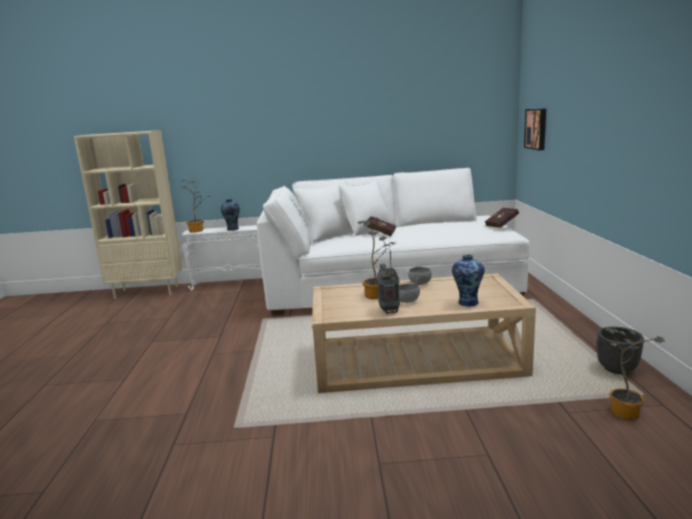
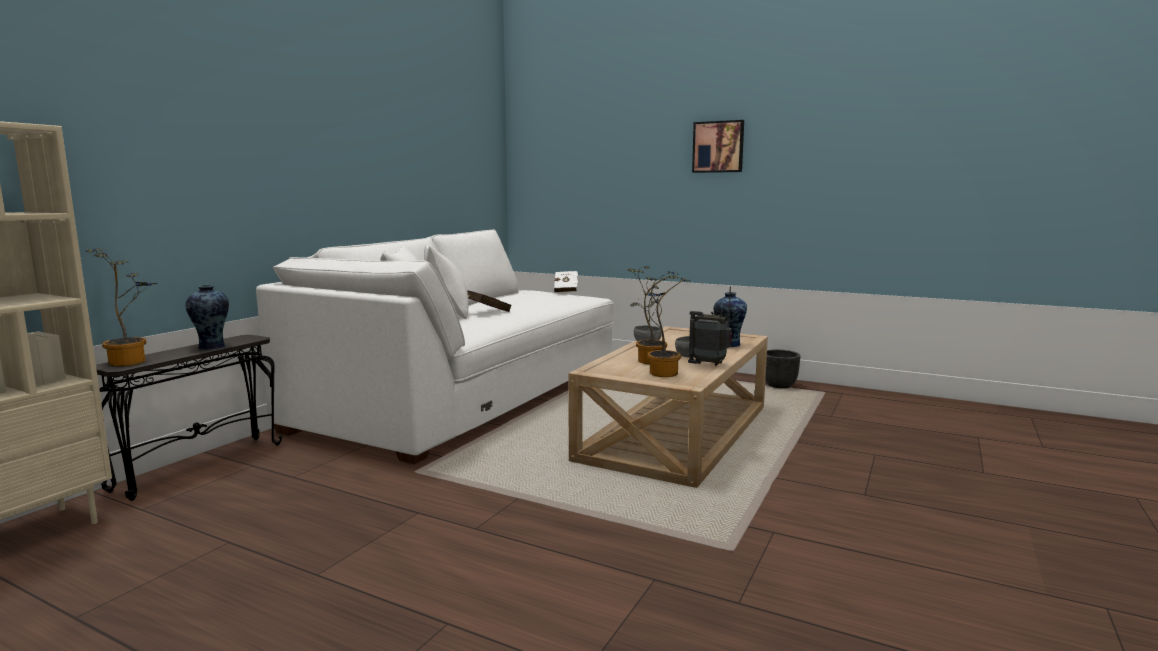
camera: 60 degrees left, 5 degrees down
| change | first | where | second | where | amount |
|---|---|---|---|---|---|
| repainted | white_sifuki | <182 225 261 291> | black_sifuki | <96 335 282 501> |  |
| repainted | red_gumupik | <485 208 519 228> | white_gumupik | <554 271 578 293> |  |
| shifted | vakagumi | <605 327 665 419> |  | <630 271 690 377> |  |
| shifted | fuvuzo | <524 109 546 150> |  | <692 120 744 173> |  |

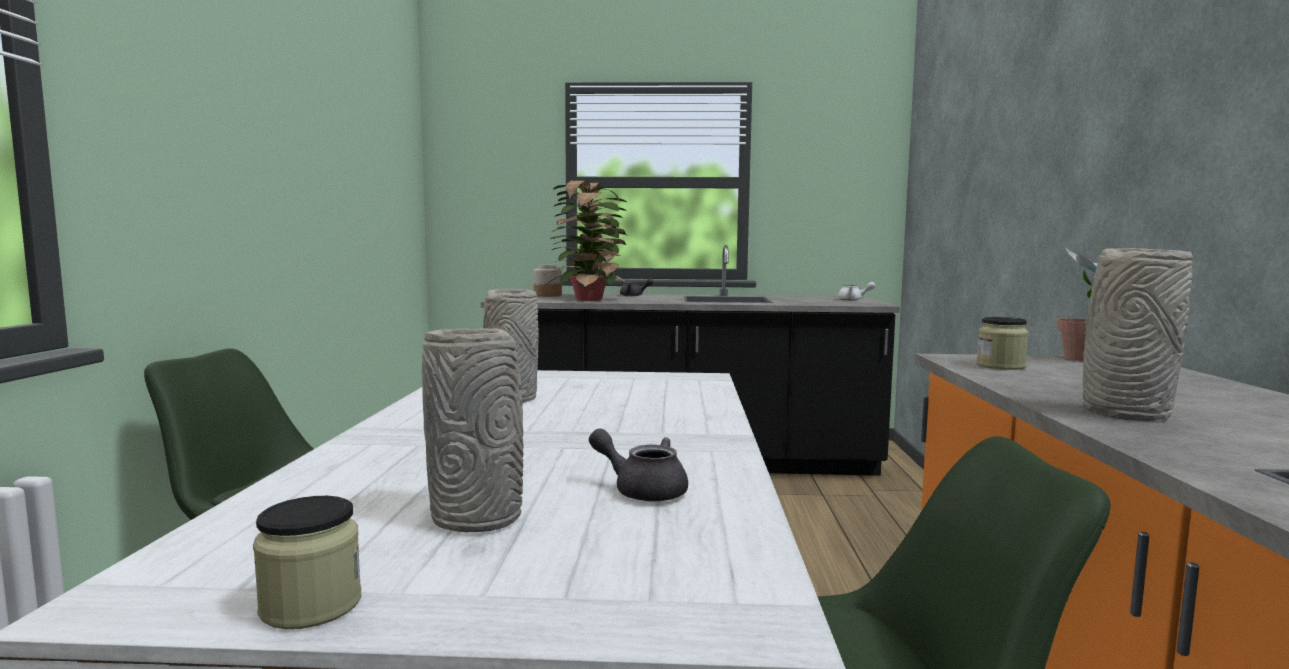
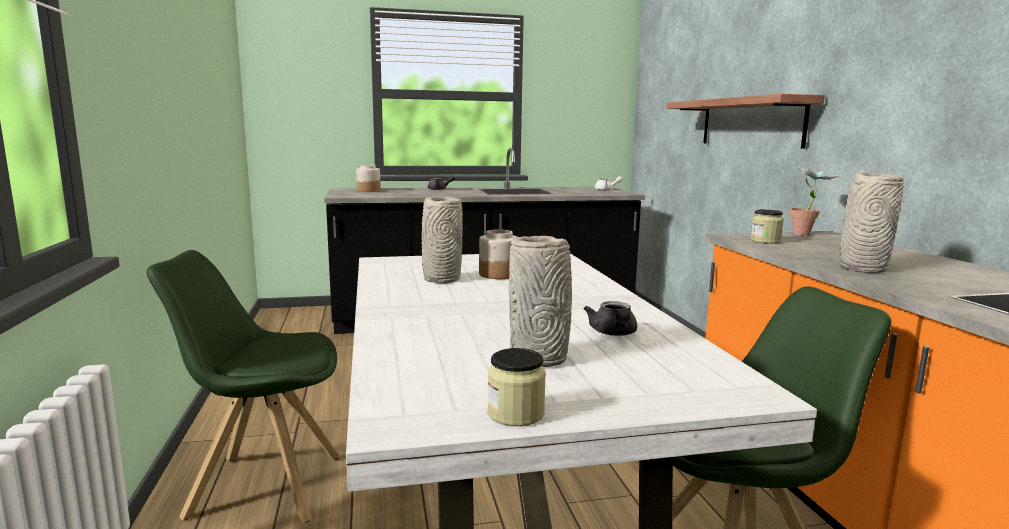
camera: 15 degrees left, 5 degrees up
| change | first | where | second | where | amount |
|---|---|---|---|---|---|
| new |  |  | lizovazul | <479 230 518 279> |  |
| rotated | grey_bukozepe | <589 428 688 502> |  | <584 301 637 336> | 105 degrees counterclockwise |
| new |  |  | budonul | <666 94 825 149> |  |
| gone | vakagumi | <546 181 629 301> |  |  |  |

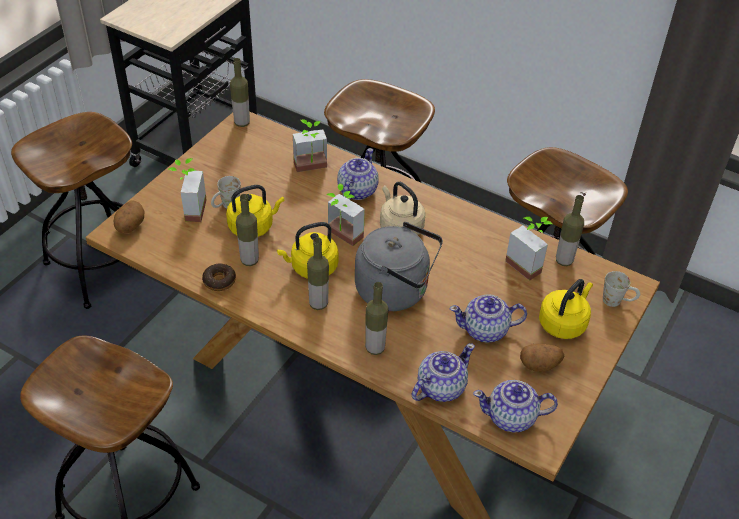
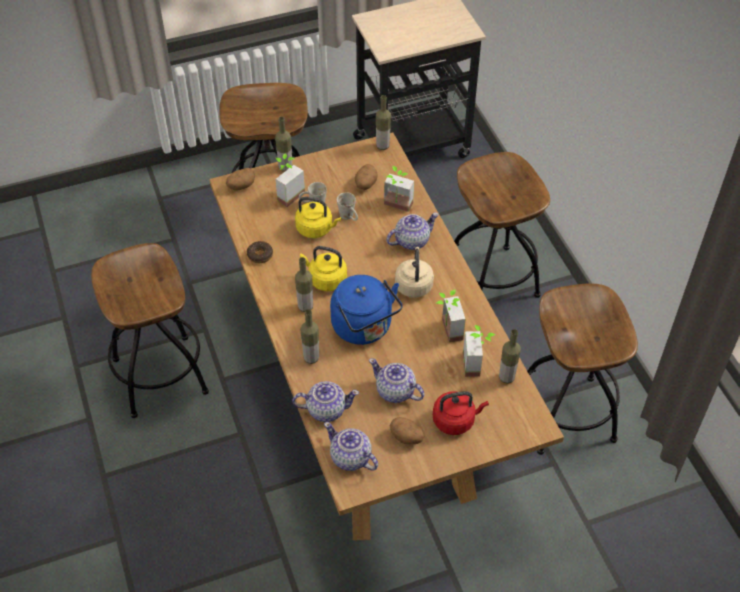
camera: 40 degrees right, 5 degrees up
| change | first | where | second | where | amount |
|---|---|---|---|---|---|
| shifted | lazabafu | <236 194 259 266> |  | <275 117 292 172> |  |
| repainted | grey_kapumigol | <355 222 443 311> | blue_kapumigol | <330 275 403 345> |  |
| shifted | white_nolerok | <603 271 640 307> |  | <337 192 358 221> |  |
| new |  |  | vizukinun | <355 164 377 190> |  |
| repainted | yellow_kapumigol | <539 279 593 339> | red_kapumigol | <433 391 489 435> |  |
| shifted | vakagumi | <326 183 365 246> |  | <436 290 465 342> |  |

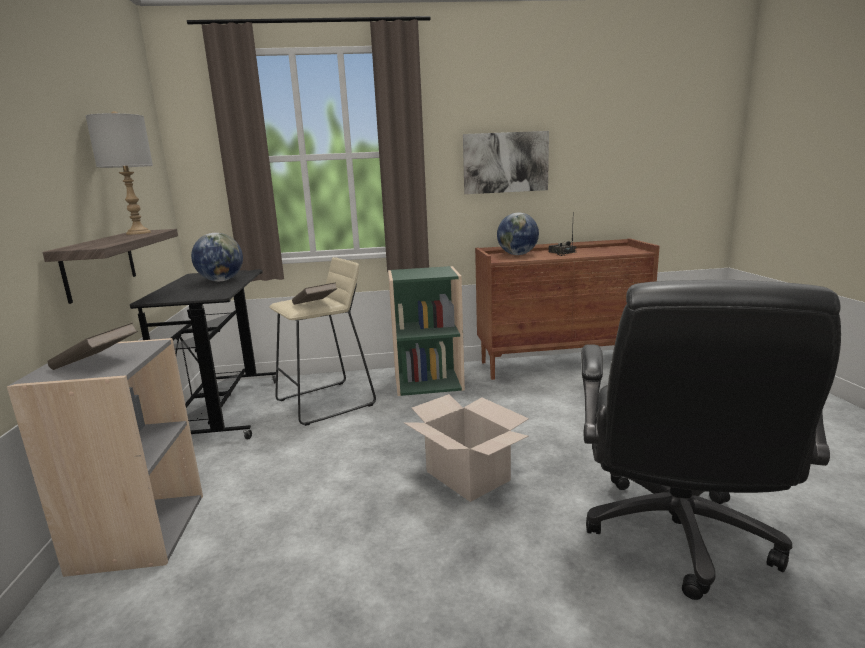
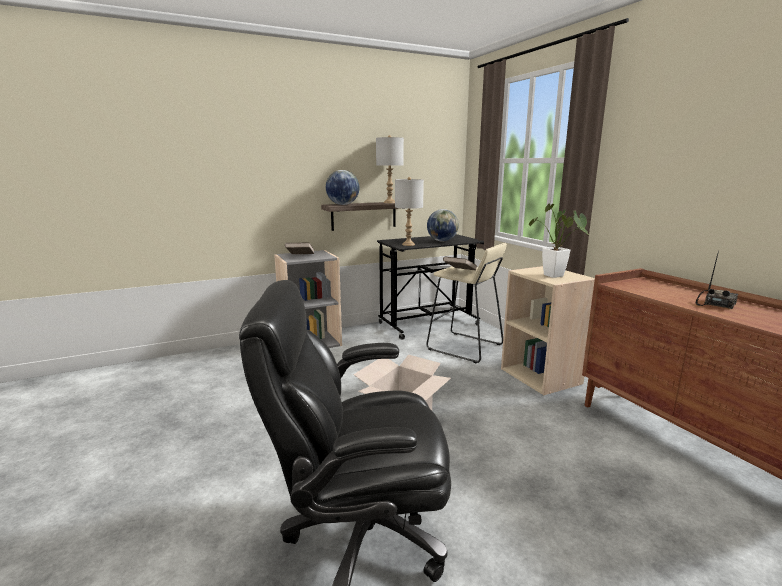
camera: 70 degrees right, 0 degrees up
| change | first | where | second | where | amount |
|---|---|---|---|---|---|
| shifted | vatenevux | <497 213 539 255> |  | <326 170 359 205> |  |
| new |  |  | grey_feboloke | <395 177 424 246> |  |
| repainted | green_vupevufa | <388 266 465 396> | beige_vupevufa | <501 266 595 395> |  |
| new |  |  | vakagumi | <529 204 589 278> |  |
| gone | fuvuzo | <463 131 549 194> |  |  |  |

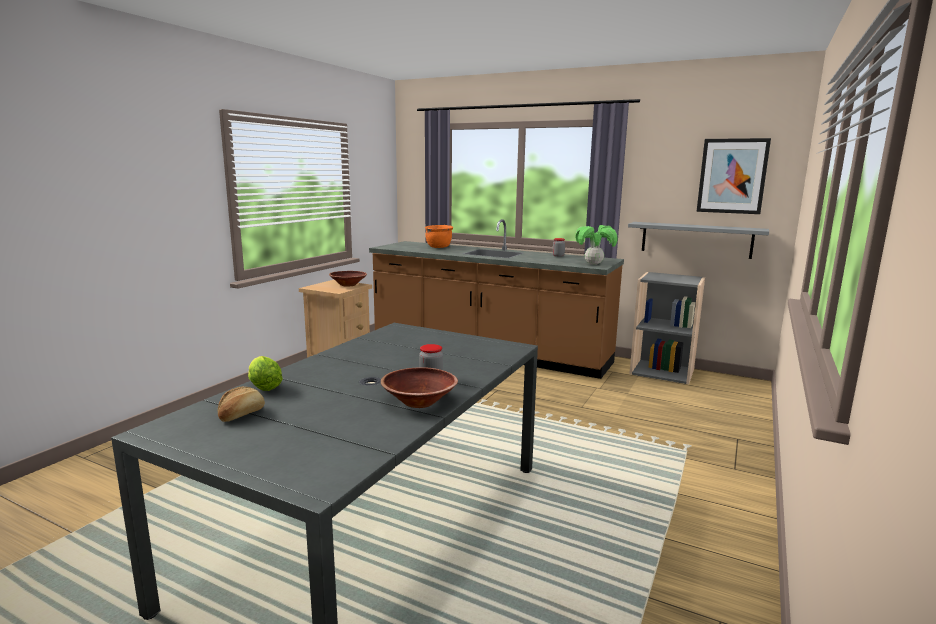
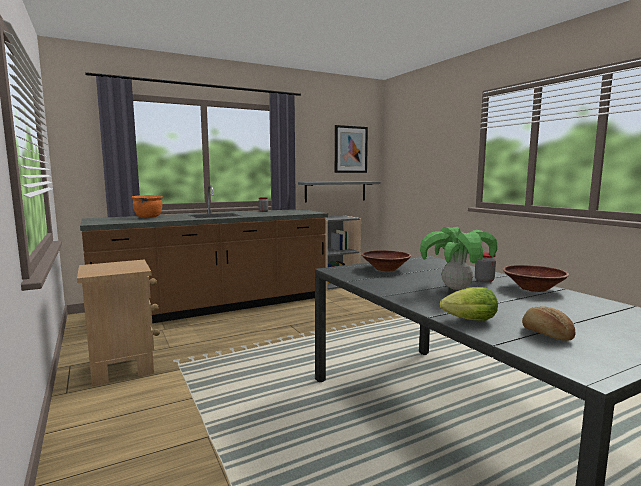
camera: 55 degrees left, 5 degrees down
| change | first | where | second | where | amount |
|---|---|---|---|---|---|
| shifted | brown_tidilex | <329 271 367 287> |  | <361 250 411 271> |  |
| shifted | vakagumi | <575 225 617 265> |  | <420 227 497 290> |  |

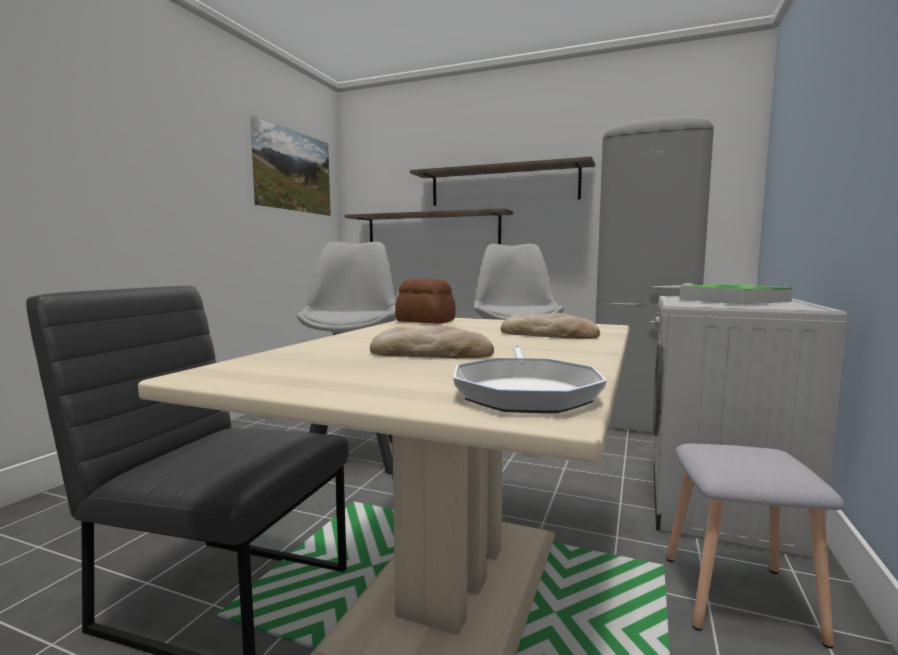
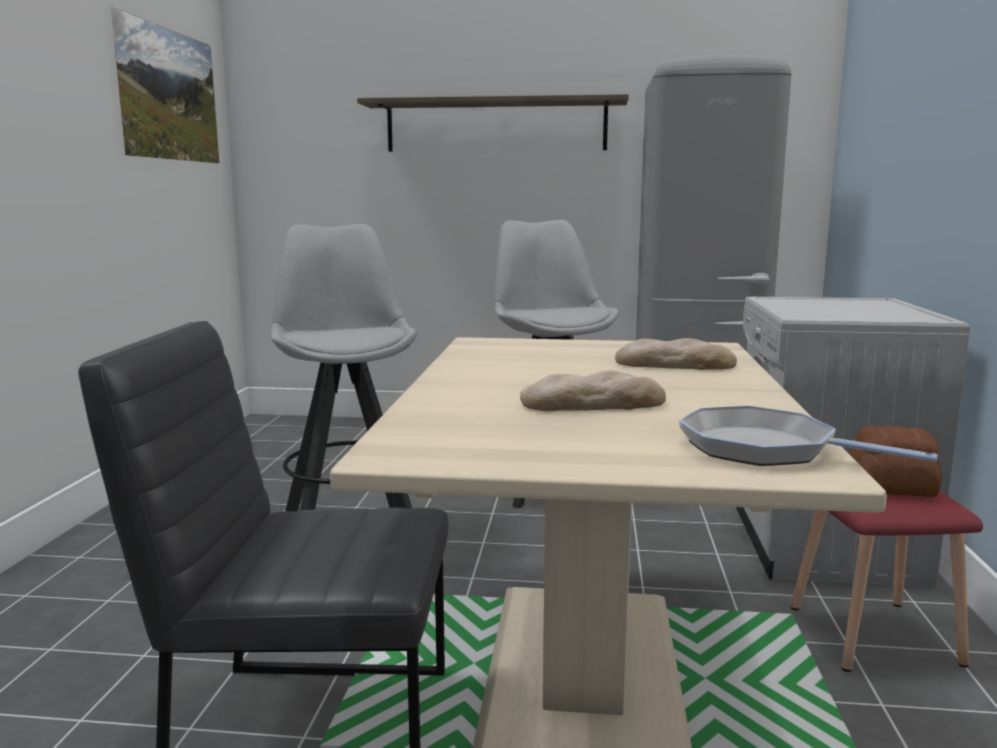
camera: 15 degrees left, 5 degrees up
| change | first | where | second | where | amount |
|---|---|---|---|---|---|
| rotated | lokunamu | <453 346 607 413> |  | <678 406 938 466> | 135 degrees clockwise |
| repainted | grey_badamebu | <666 444 844 649> | red_badamebu | <791 491 983 672> |  |
| shifted | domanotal | <395 279 456 324> |  | <849 426 942 497> |  |
| gone | budonul | <345 208 513 244> |  |  |  |
| gone | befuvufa | <680 285 793 304> |  |  |  |

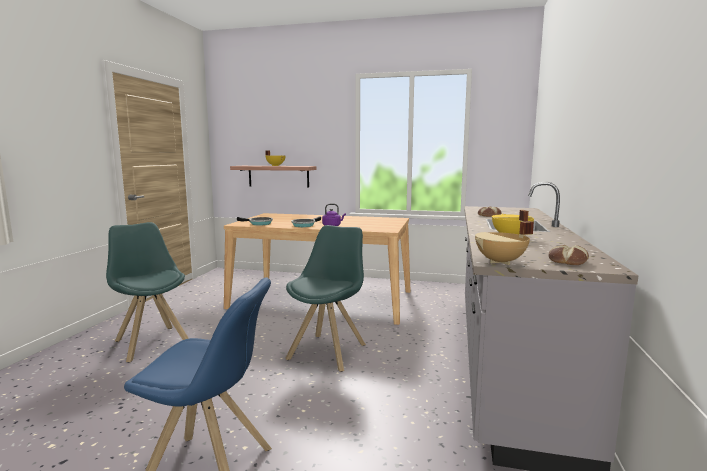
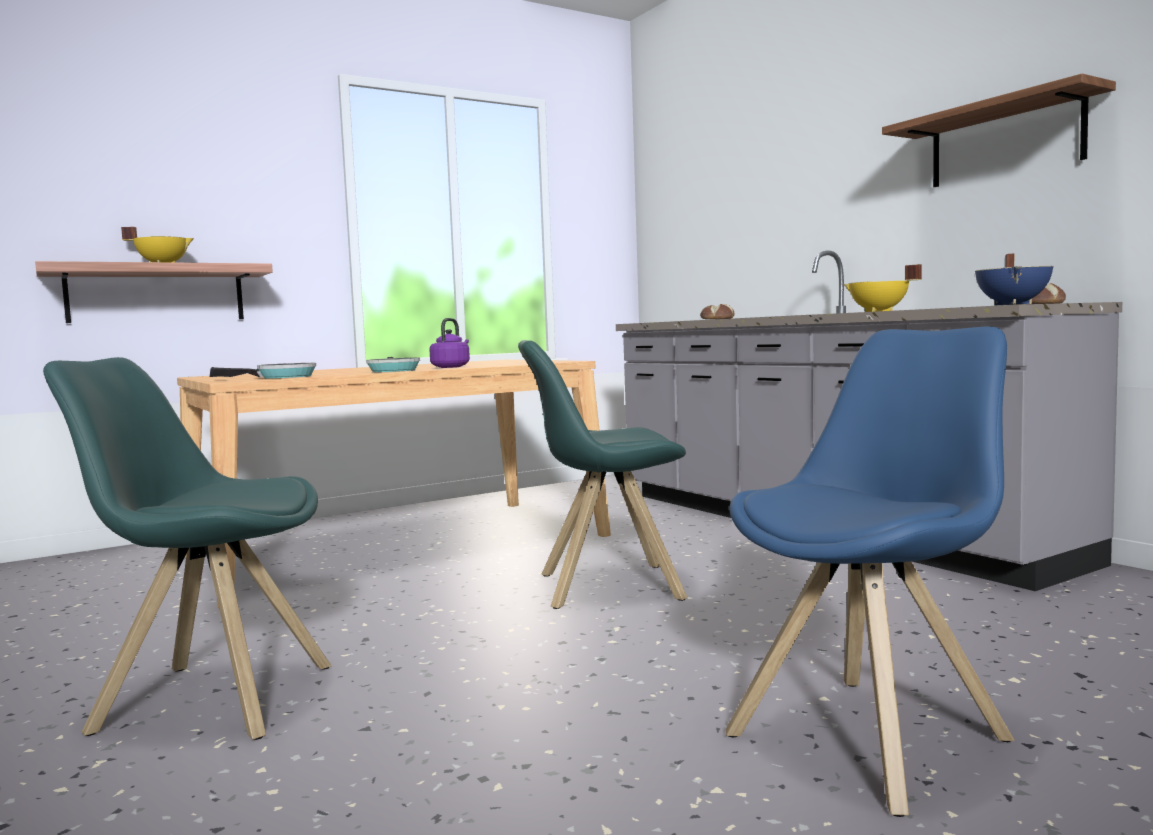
camera: 45 degrees left, 5 degrees down
| change | first | where | second | where | amount |
|---|---|---|---|---|---|
| rotated | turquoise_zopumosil | <286 225 366 372> |  | <518 340 687 609> | 75 degrees counterclockwise |
| new |  |  | budonul | <882 74 1116 187> |  |
| repainted | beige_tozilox | <475 221 534 265> | blue_tozilox | <974 254 1054 305> |  |

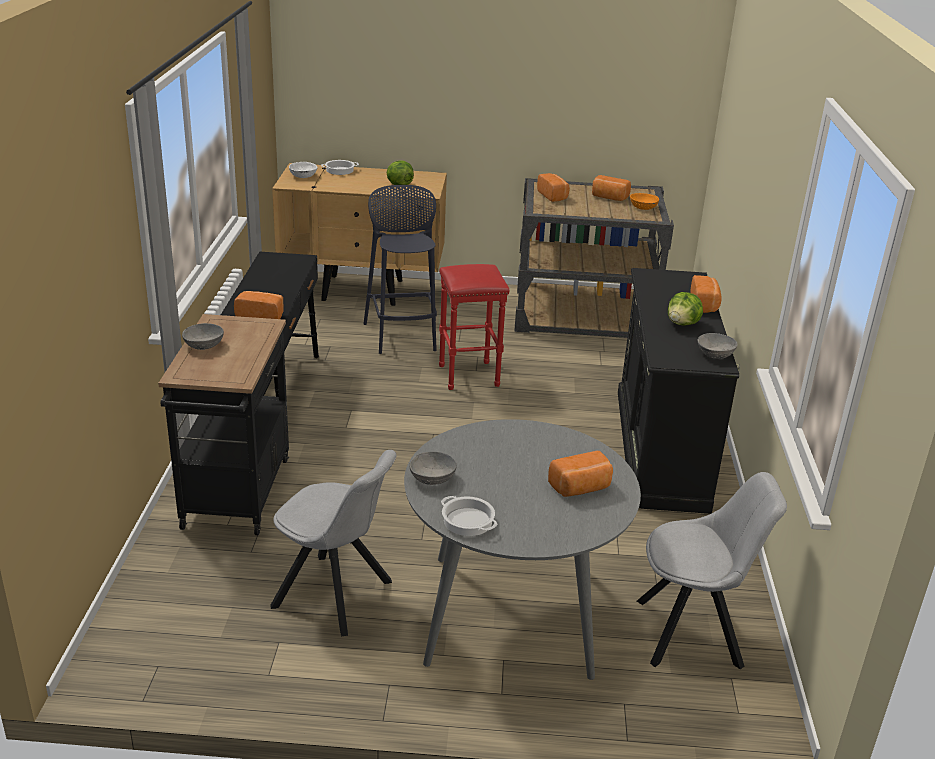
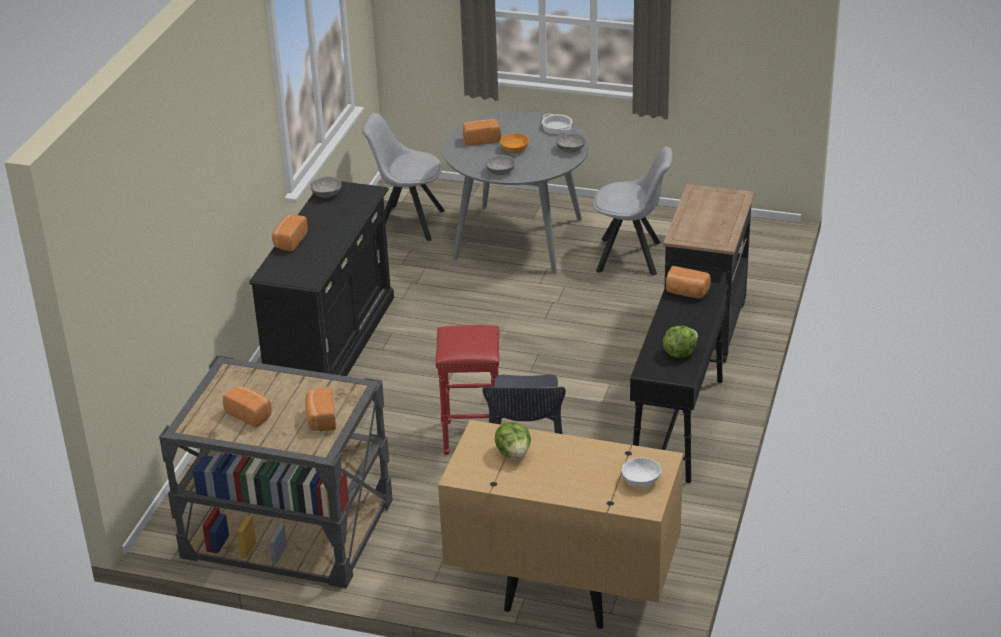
camera: 165 degrees left, 5 degrees up
| change | first | where | second | where | amount |
|---|---|---|---|---|---|
| shifted | grey_tidilex | <182 323 224 350> |  | <485 155 515 175> |  |
| shifted | orange_tidilex | <630 193 659 210> |  | <500 133 529 153> |  |
| rotated | grey_zopumosil | <270 450 396 637> |  | <593 147 673 276> | 150 degrees clockwise |
| shifted | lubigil | <668 292 703 326> |  | <663 326 698 358> |  |
| gone | tozilox | <321 160 359 175> |  |  |  |

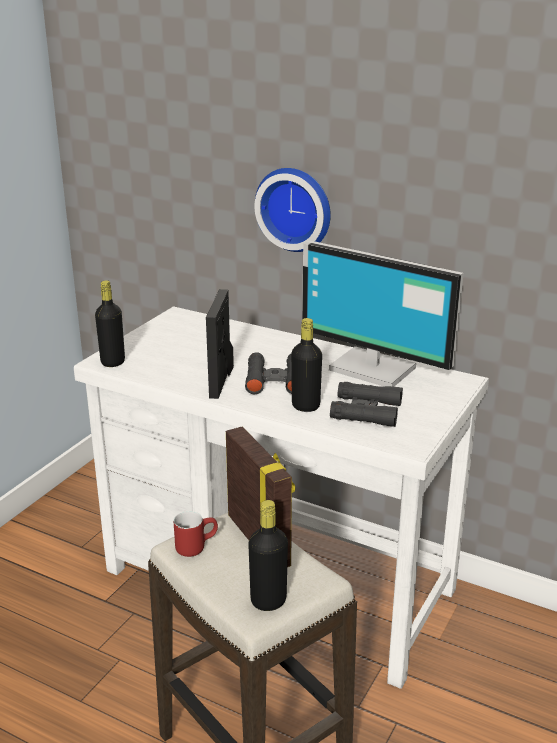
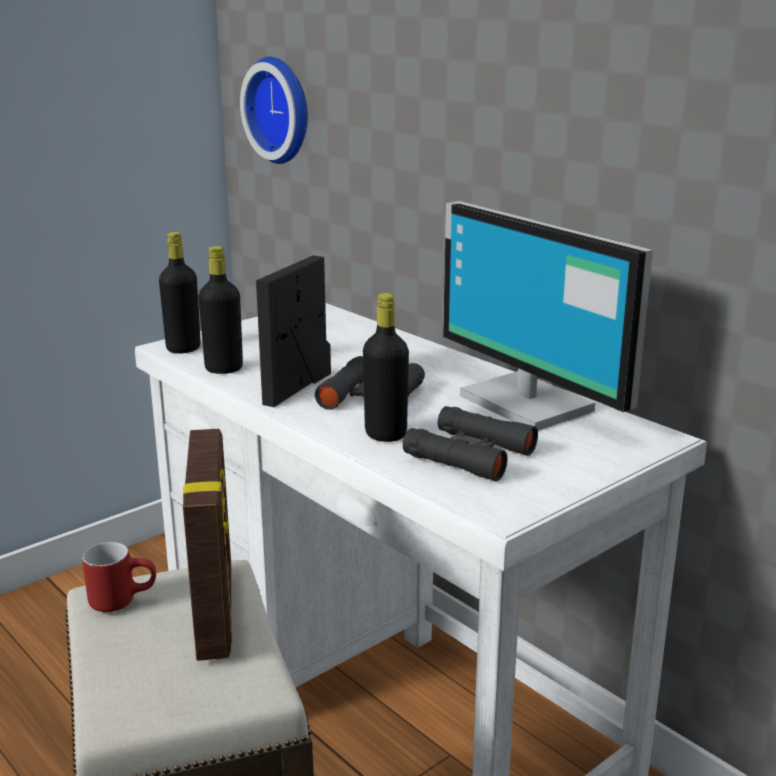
camera: 20 degrees right, 5 degrees down
| change | first | where | second | where | amount |
|---|---|---|---|---|---|
| shifted | black_lazabafu | <248 500 288 611> |  | <198 246 243 374> |  |
| shifted | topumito | <255 168 331 252> |  | <240 57 308 164> |  |

